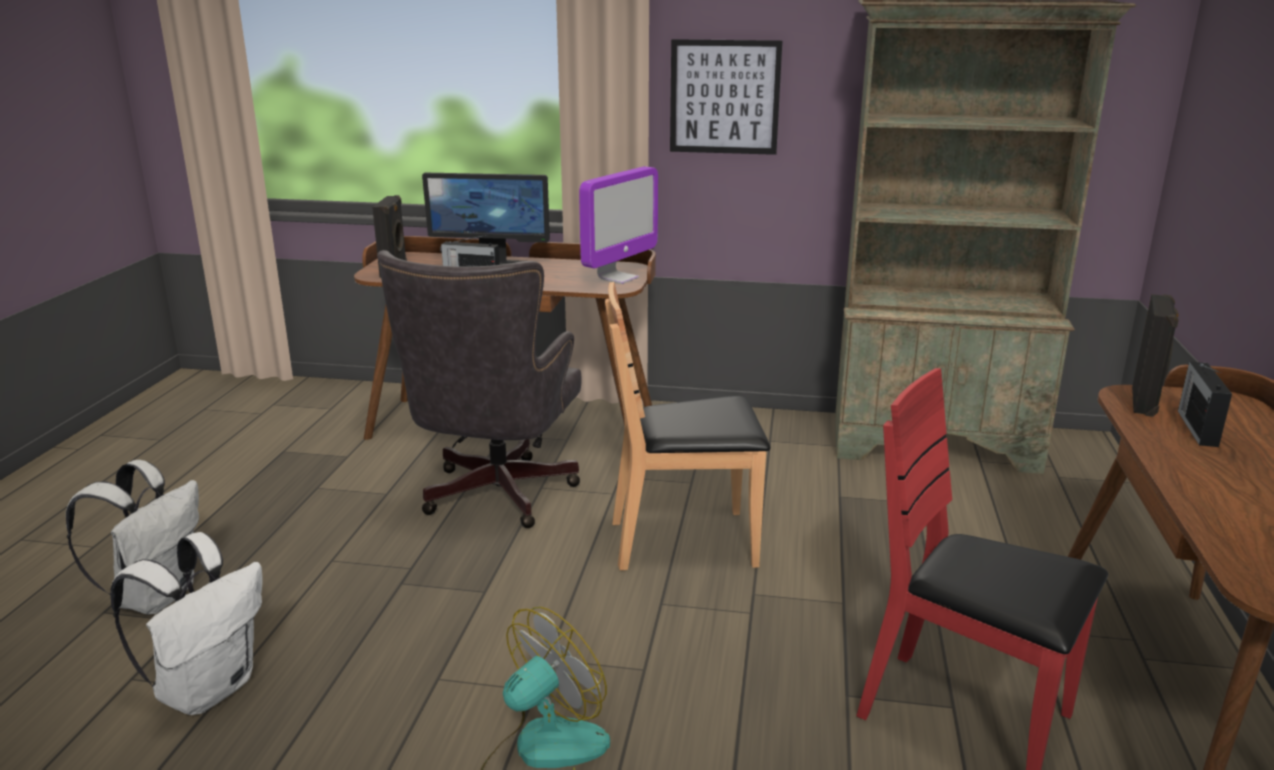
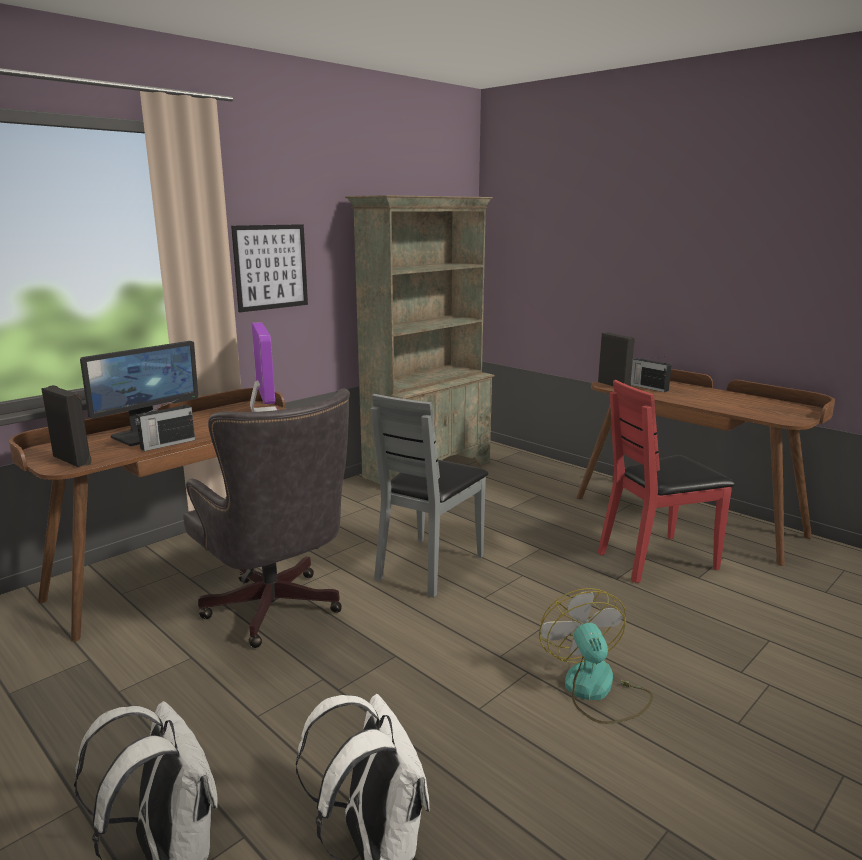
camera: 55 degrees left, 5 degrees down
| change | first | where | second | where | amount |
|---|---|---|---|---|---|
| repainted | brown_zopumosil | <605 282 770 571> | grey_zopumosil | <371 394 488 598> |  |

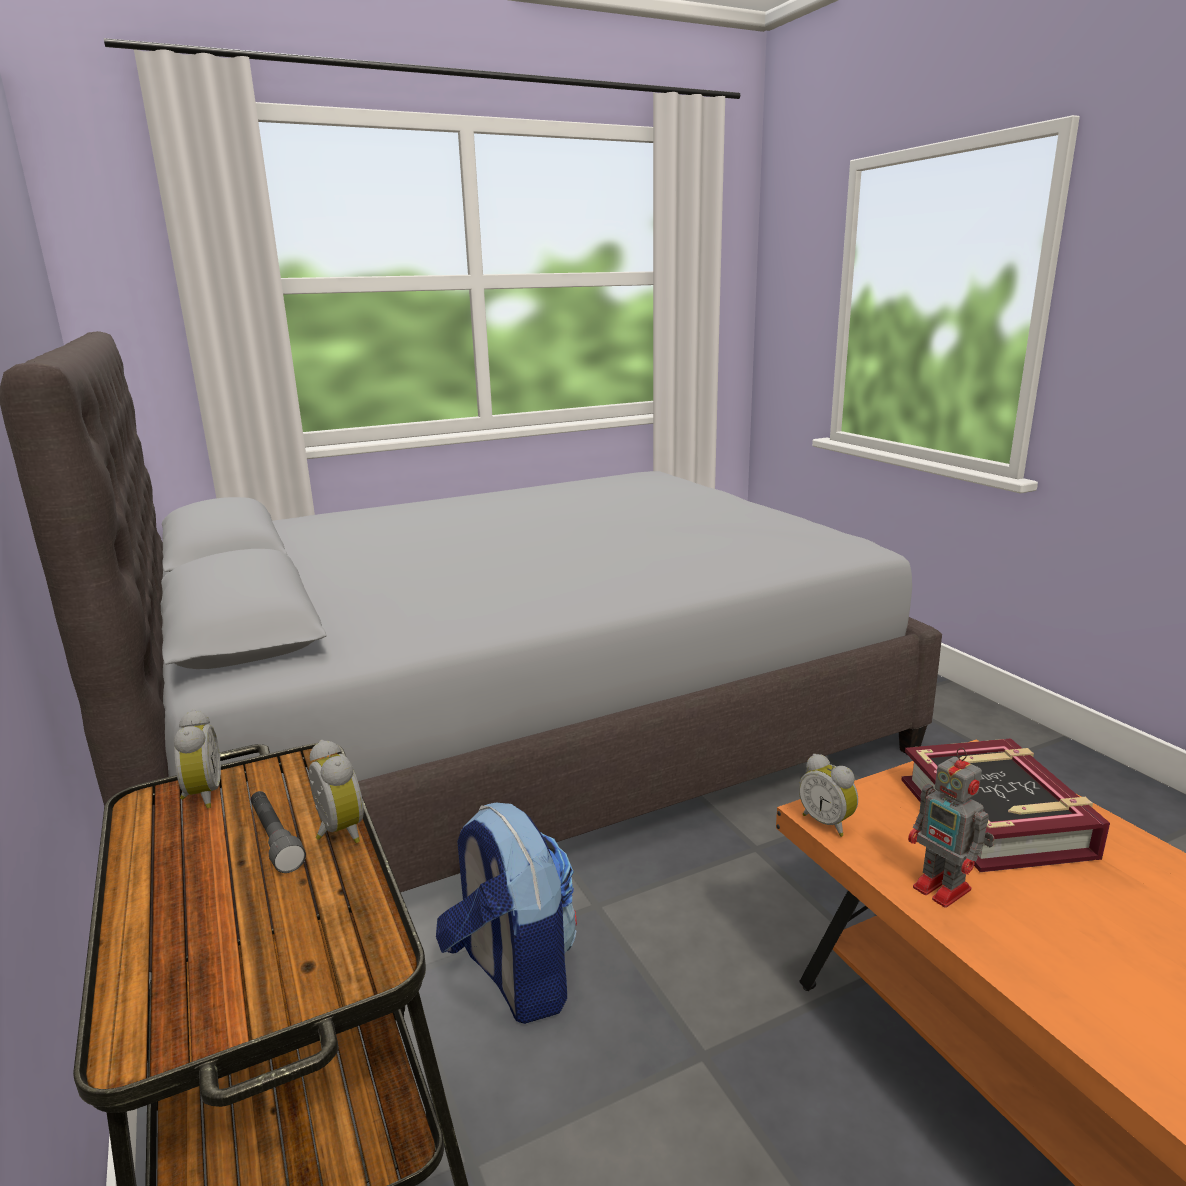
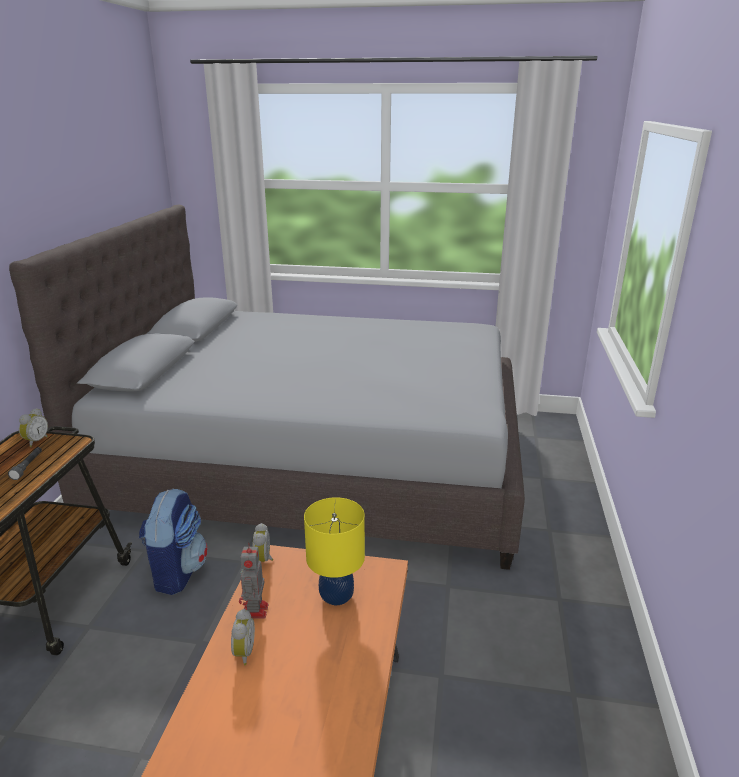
camera: 35 degrees right, 5 degrees up
| change | first | where | second | where | amount |
|---|---|---|---|---|---|
| shifted | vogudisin | <309 740 364 843> |  | <231 609 255 665> |  |
| swapped | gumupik | <901 738 1110 872> | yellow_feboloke | <304 497 365 605> |  |

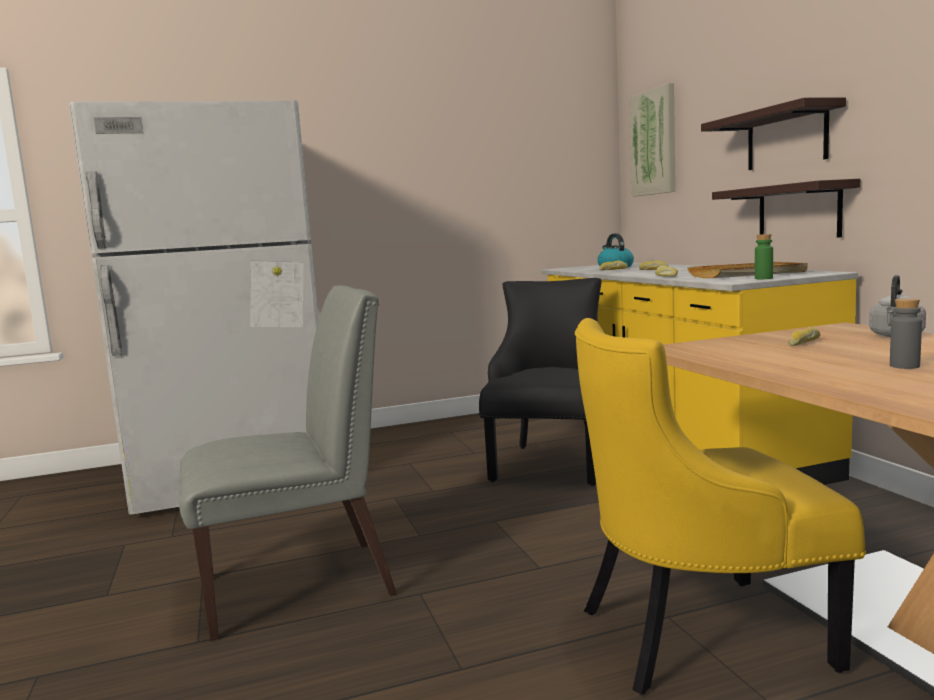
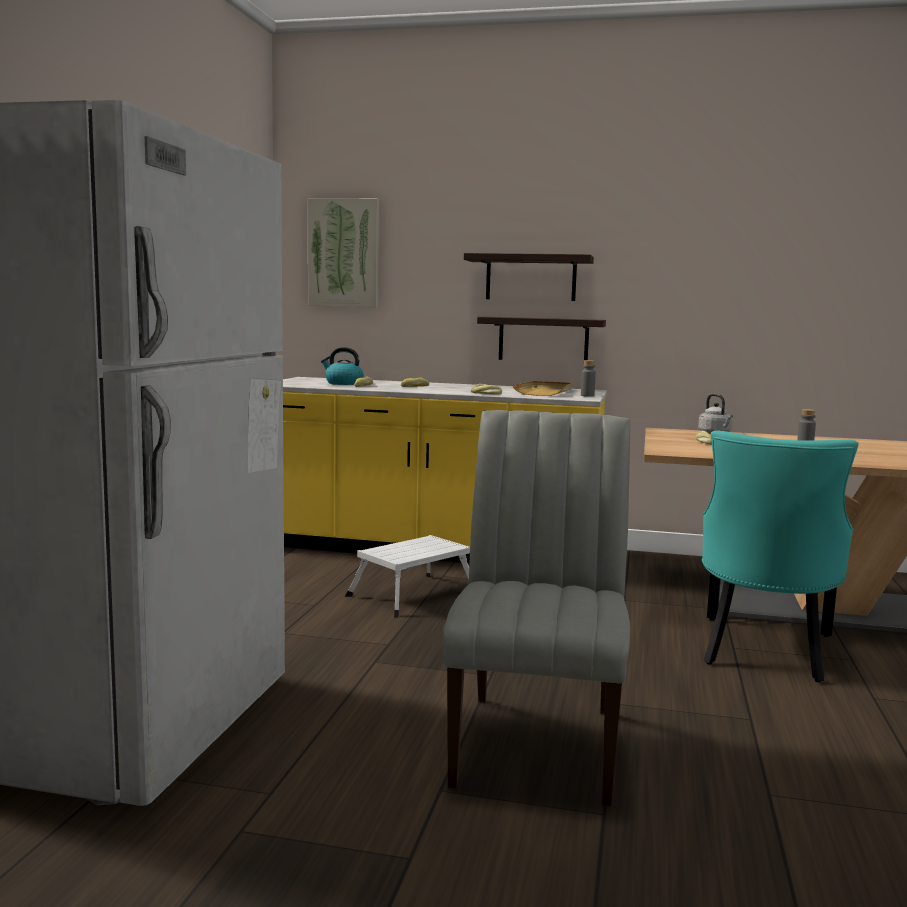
camera: 60 degrees left, 0 degrees up
| change | first | where | second | where | amount |
|---|---|---|---|---|---|
| swapped | black_zopumosil | <479 278 602 486> | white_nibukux | <345 535 470 618> |  |
| repainted | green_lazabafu | <755 234 773 279> | grey_lazabafu | <581 360 596 397> |  |
| repainted | yellow_zopumosil | <575 318 866 695> | turquoise_zopumosil | <702 430 859 682> |  |

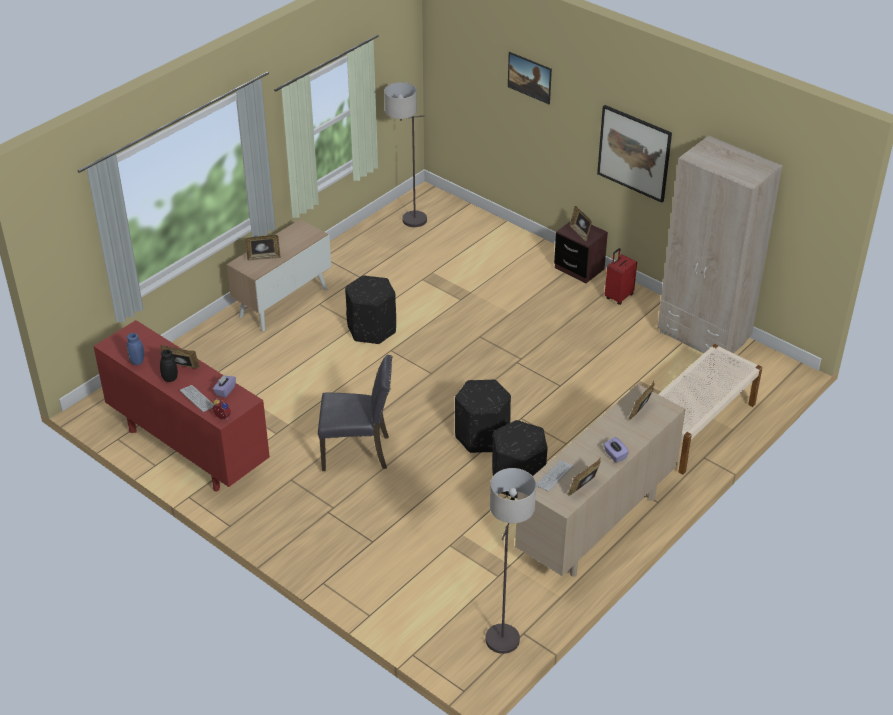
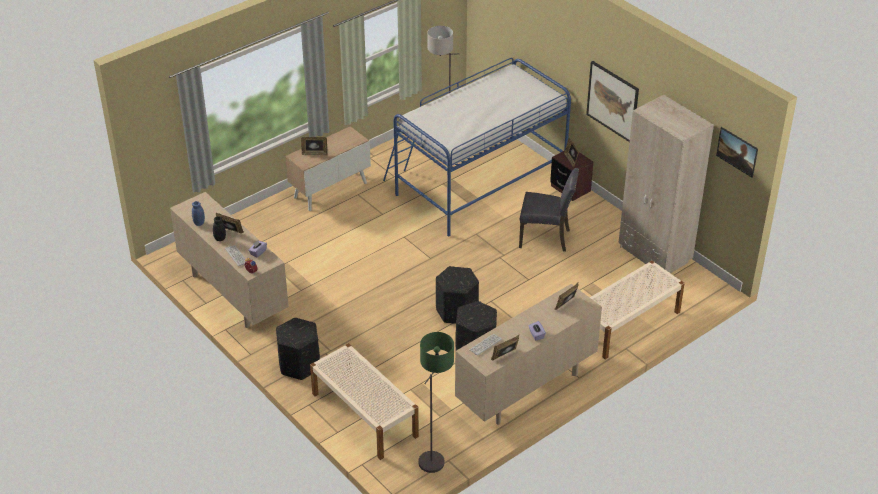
camera: 10 degrees right, 0 degrees up
| change | first | where | second | where | amount |
|---|---|---|---|---|---|
| repainted | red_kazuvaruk | <93 320 270 491> | beige_kazuvaruk | <170 192 289 328> |  |
| shifted | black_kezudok | <345 275 396 344> |  | <276 318 320 380> |  |
| new |  |  | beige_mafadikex | <310 343 419 460> |  |
| new |  |  | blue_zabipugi | <383 58 571 236> |  |
| repainted | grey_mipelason | <485 468 536 654> | green_mipelason | <418 332 454 473> |  |
| shifted | grey_zopumosil | <318 355 393 471> |  | <519 168 579 252> |  |
| shifted | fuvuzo | <508 52 552 104> |  | <716 127 758 178> |  |
| gone | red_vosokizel | <605 248 637 305> |  |  |  |

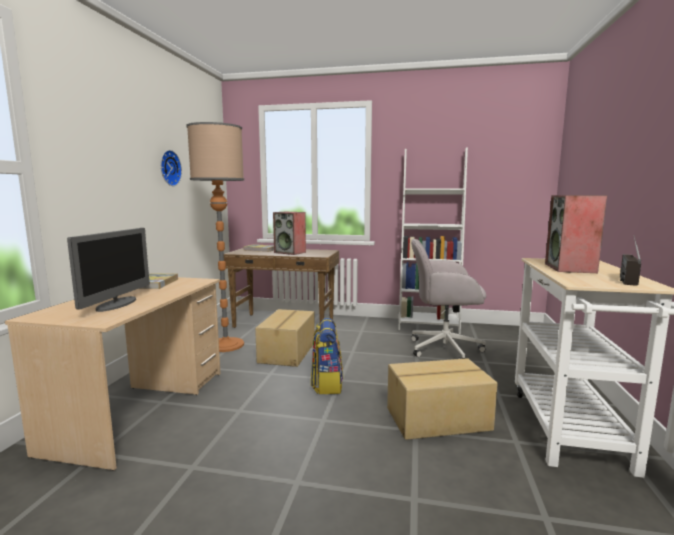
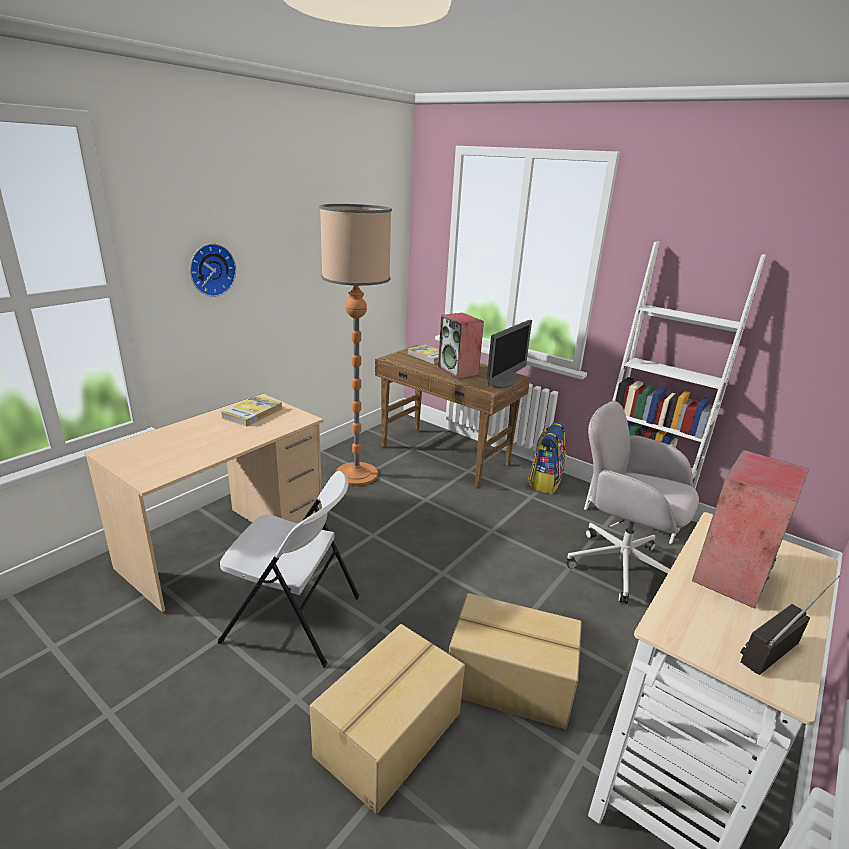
camera: 25 degrees right, 15 degrees up
| change | first | where | second | where | amount |
|---|---|---|---|---|---|
| shifted | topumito | <161 150 182 186> |  | <190 243 236 297> |  |
| new |  |  | white_zopumosil | <218 471 359 668> |  |
| shifted | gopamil | <255 309 315 367> |  | <310 624 465 814> |  |
| shifted | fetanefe | <67 228 150 312> |  | <486 320 532 388> |  |
| shifted | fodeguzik | <311 318 343 394> |  | <528 421 566 494> |  |

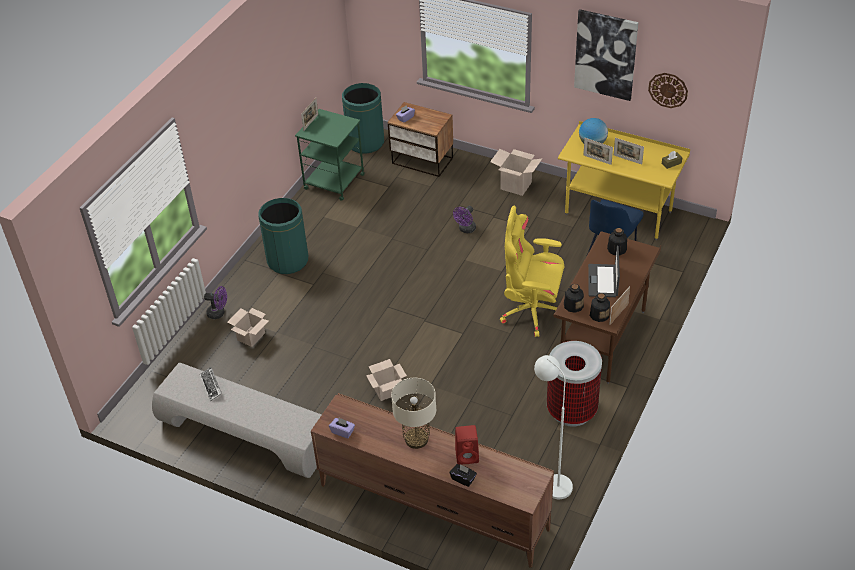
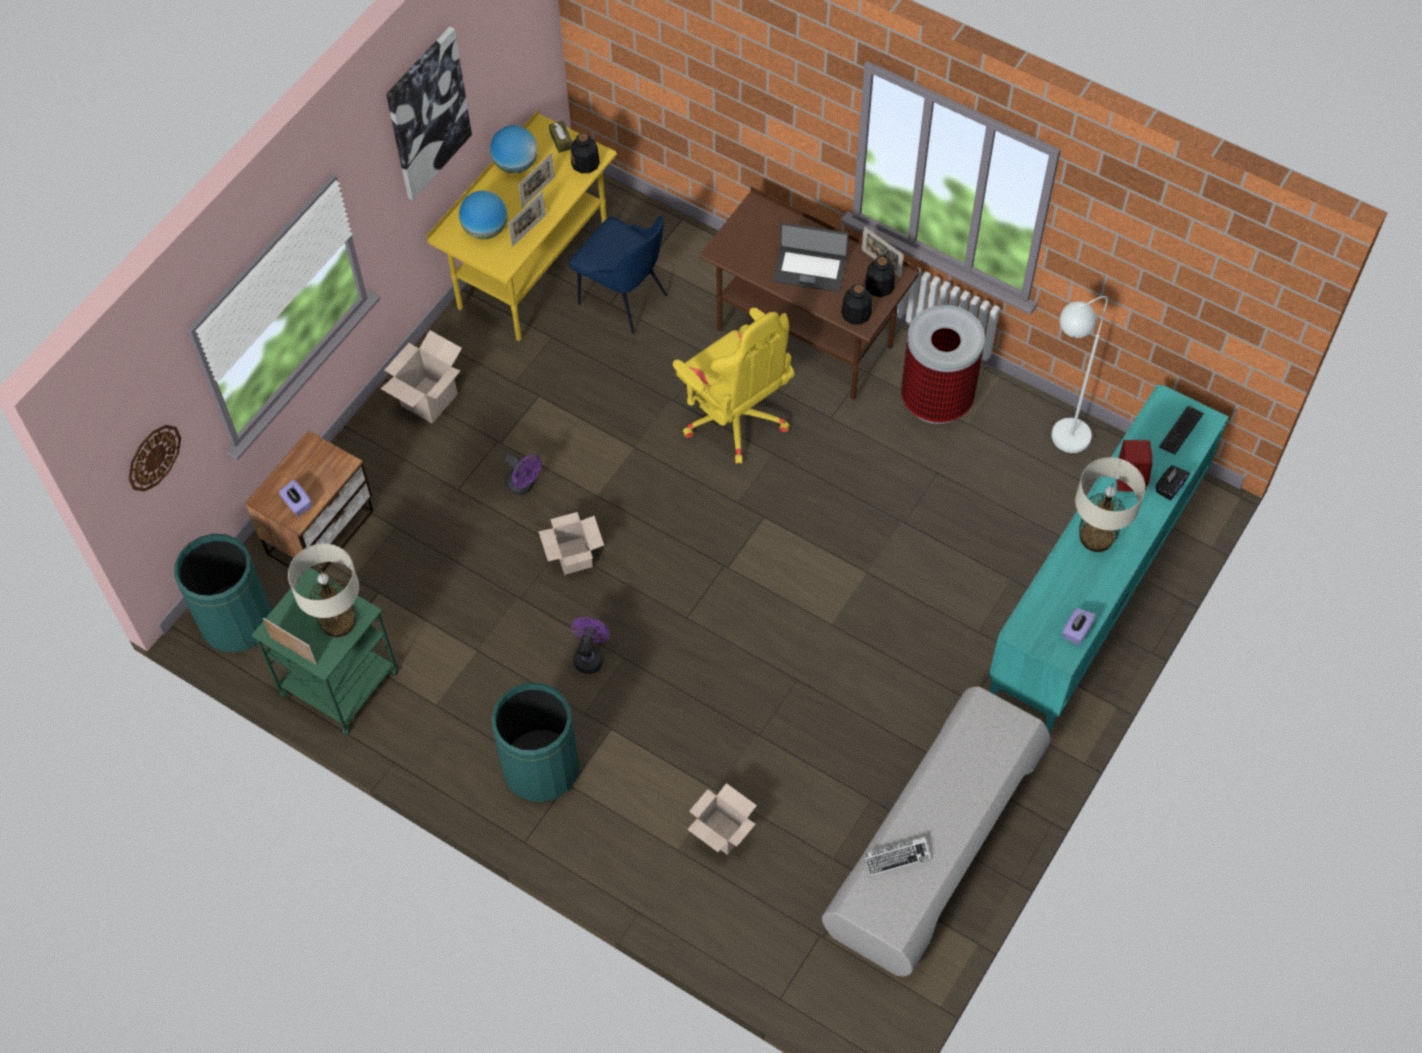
camera: 85 degrees left, 15 degrees up
| change | first | where | second | where | amount |
|---|---|---|---|---|---|
| shifted | topumito | <648 73 688 108> |  | <128 425 181 492> |  |
| new |  |  | feboloke | <288 544 359 637> |  |
| new |  |  | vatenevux | <490 125 537 174> |  |
| shifted | gopamil | <366 359 407 401> |  | <538 512 604 575> |  |
| shifted | lazabafu | <607 228 627 256> |  | <571 133 600 173> |  |
| shifted | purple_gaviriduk | <204 286 227 319> |  | <571 617 610 674> |  |
| rotated | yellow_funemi | <500 205 564 337> |  | <673 308 794 464> | 60 degrees counterclockwise |
| repainted | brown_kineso | <311 393 554 568> | turquoise_kineso | <988 384 1229 734> |  |
| new |  |  | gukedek | <1159 406 1204 454> |  |

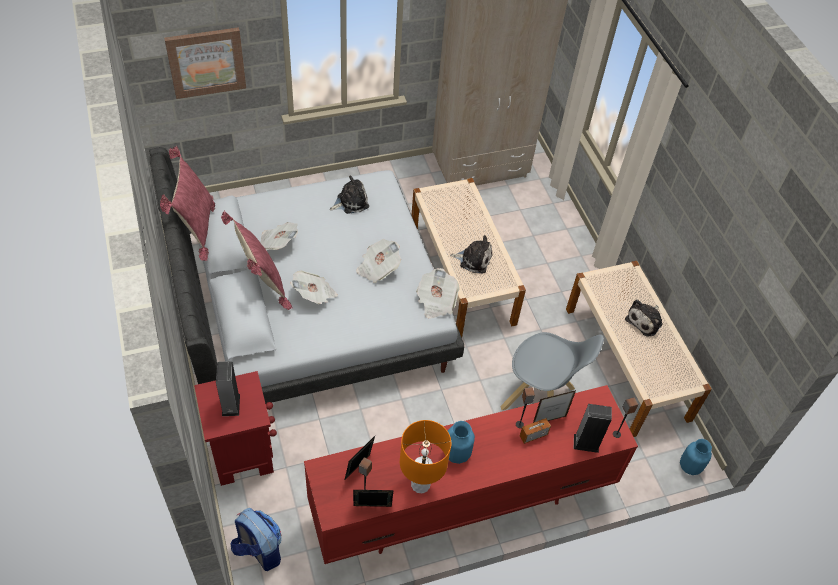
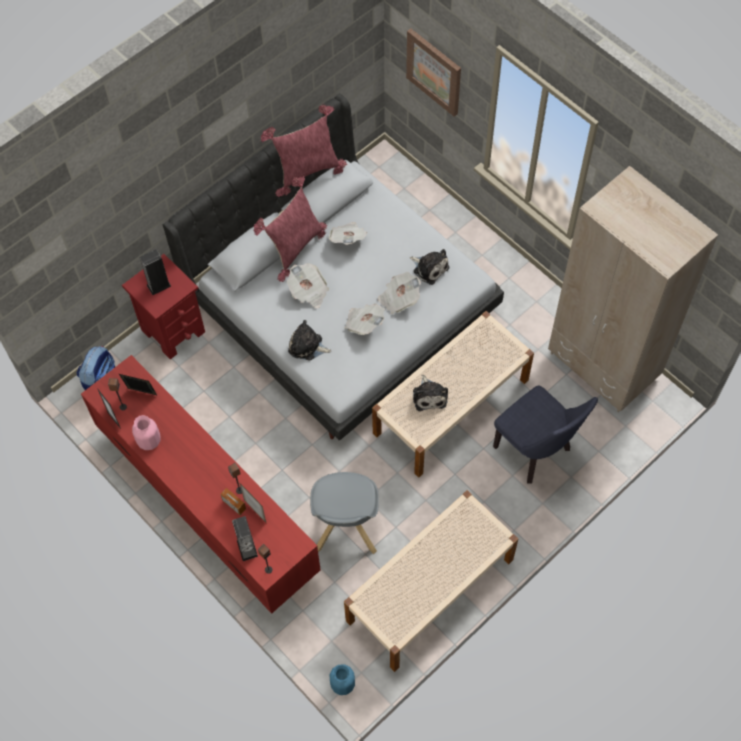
camera: 70 degrees right, 10 degrees up
| change | first | where | second | where | amount |
|---|---|---|---|---|---|
| swapped | orange_feboloke | <400 420 451 493> | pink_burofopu | <132 415 161 450> |  |
| shifted | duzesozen | <625 300 662 337> |  | <288 320 331 361> |  |
| shifted | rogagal | <416 268 460 319> |  | <378 272 421 314> |  |
| new |  |  | blue_zopumosil | <493 385 598 483> |  |
| gone | blue_burofopu | <448 421 475 464> |  |  |  |

